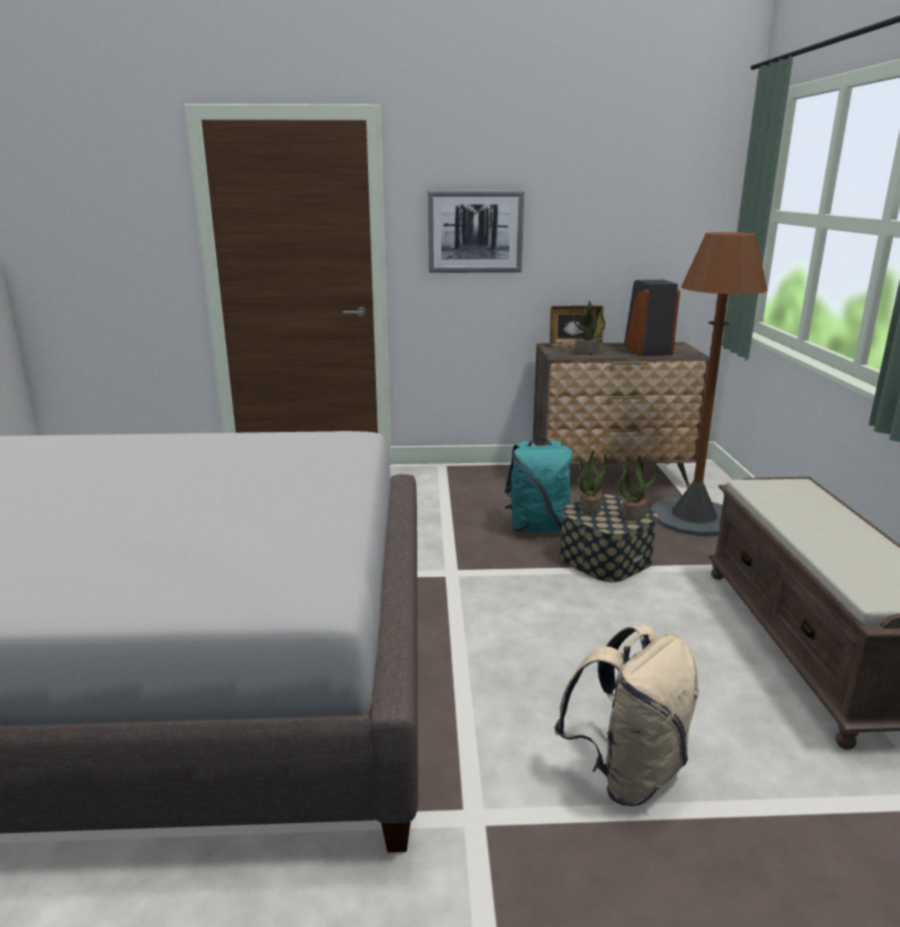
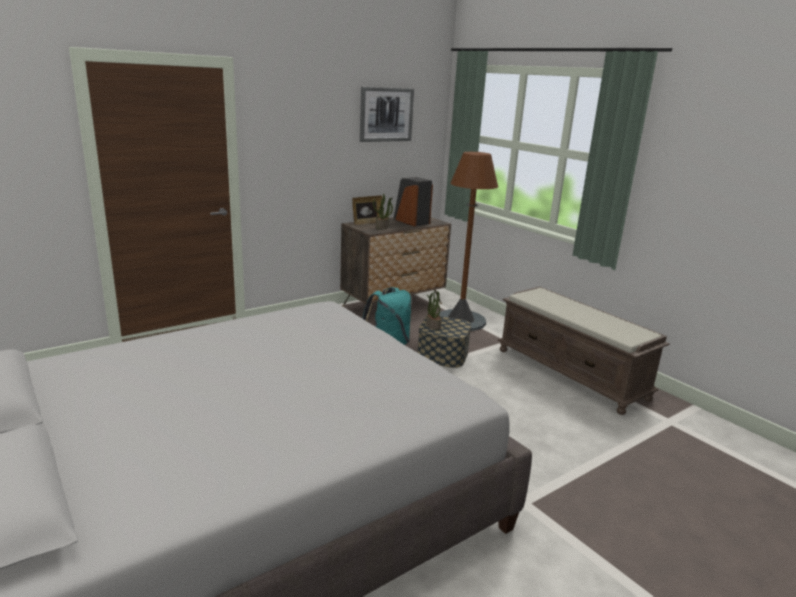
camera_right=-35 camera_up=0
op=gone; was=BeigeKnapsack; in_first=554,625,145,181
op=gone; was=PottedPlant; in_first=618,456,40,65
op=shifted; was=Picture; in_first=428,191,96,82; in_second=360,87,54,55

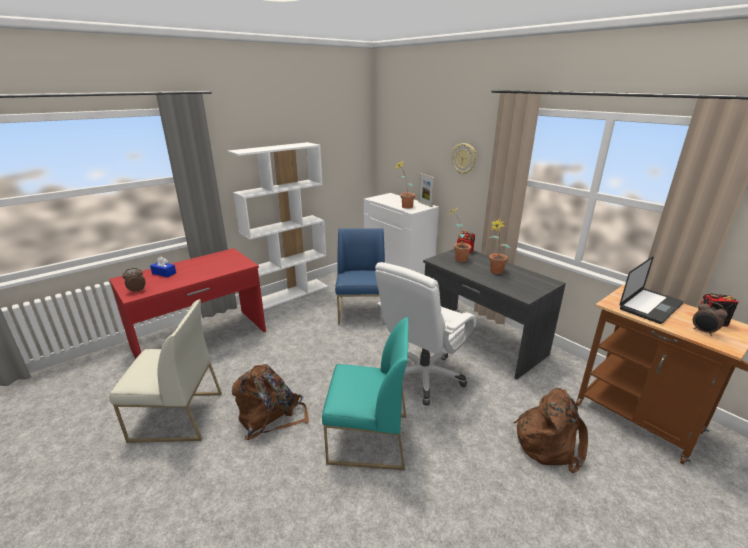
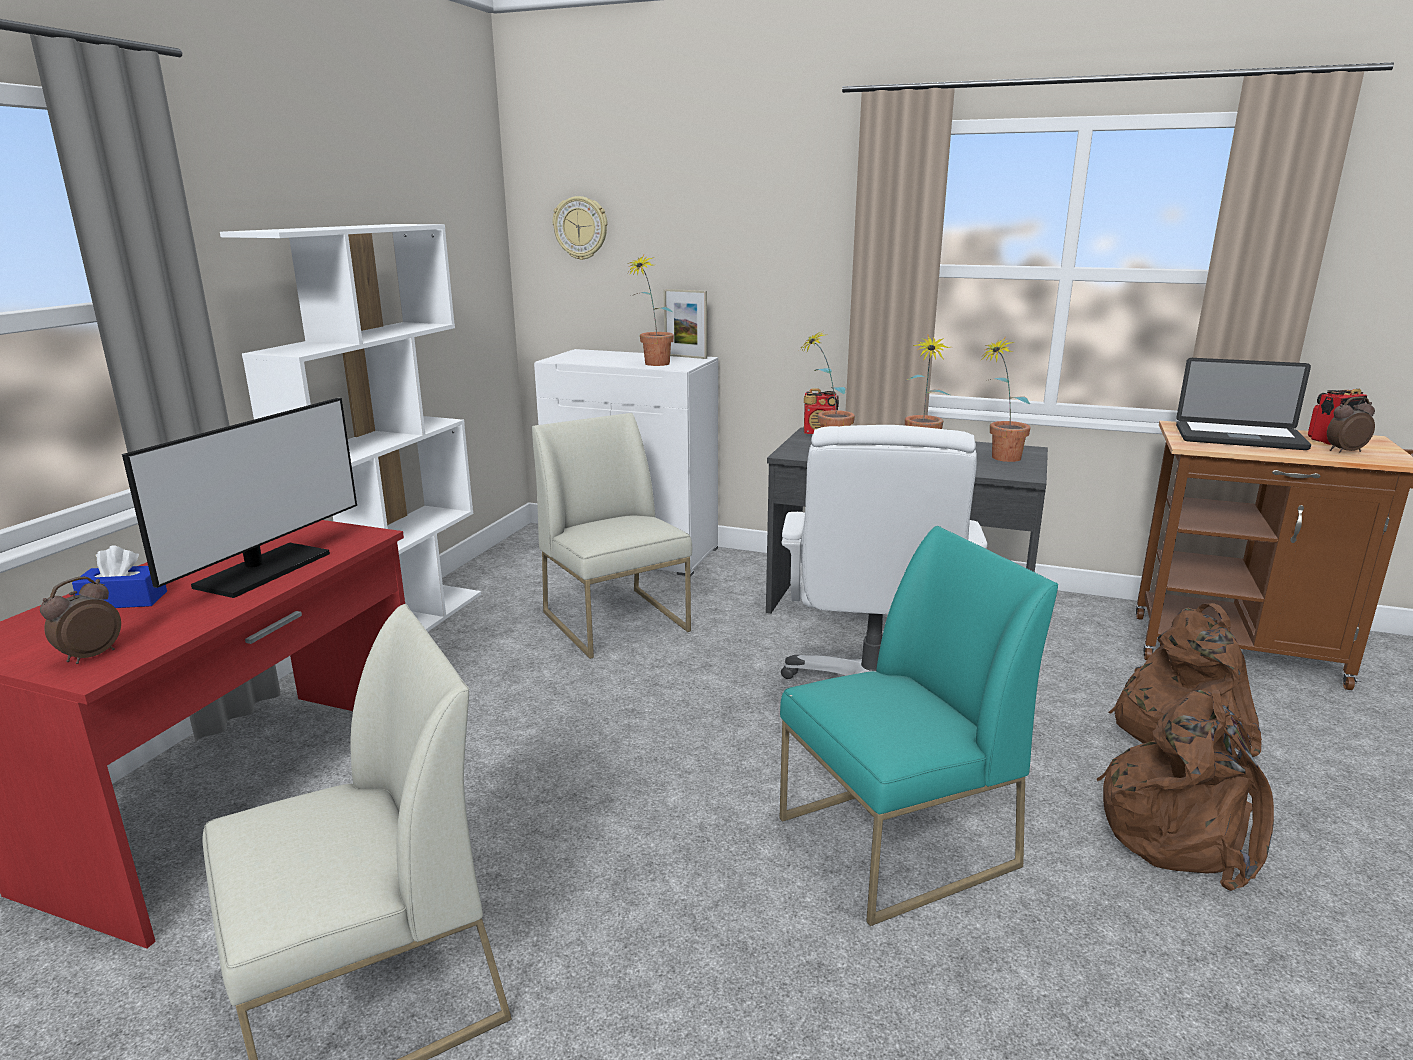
camera_right=-30 camera_up=-5
op=new; now=Monitor; in_second=122,398,235,200
op=new; now=PottedPlant; in_second=980,337,51,125
op=shifted; was=BrownColouredKnapsack; in_first=232,364,77,76; in_second=1097,689,177,202
op=shifted; was=HangingClock; in_first=452,143,24,32; in_second=553,196,54,64
op=repainted; was=BlueColouredUprightChair; now=WhitishUprightChair; in_first=335,228,50,97; in_second=532,413,160,246
op=rotated; was=Laptop; in_first=620,256,64,68; in_second=1176,358,135,92; clockwise=90
op=rotated; was=BedsideClock; in_first=693,301,35,35; in_second=1327,397,48,56; clockwise=150

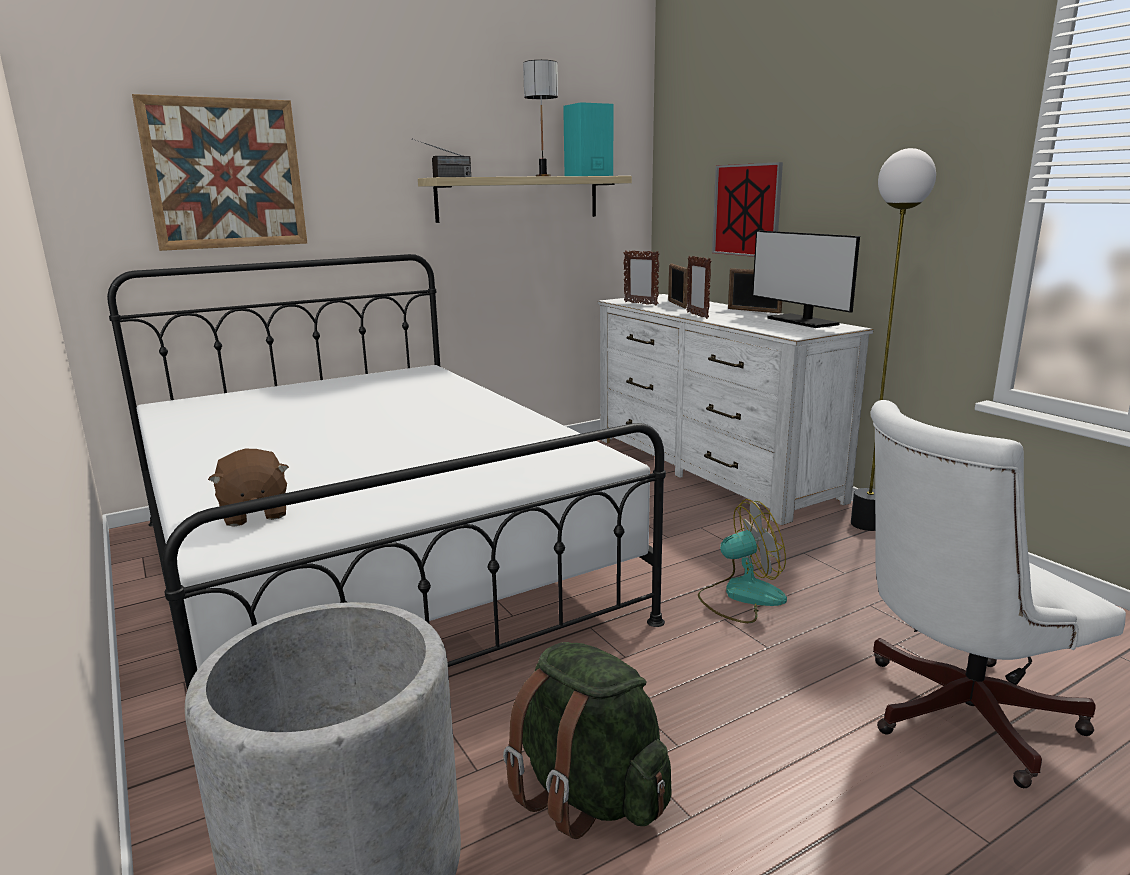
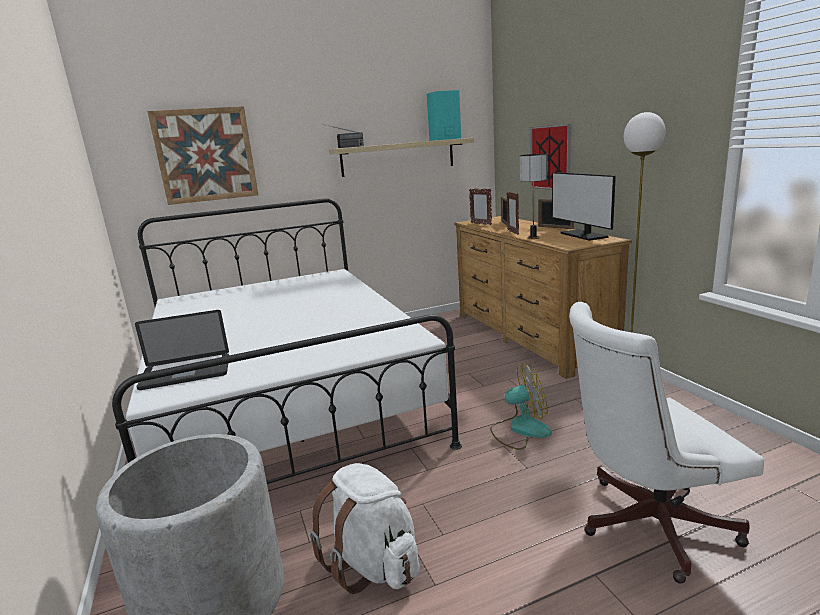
camera_right=10 camera_up=0
op=shifted; was=LampForATable; in_first=523,60,35,117; in_second=520,154,27,85
op=swapped; was=BrownColouredCuddlyToy; now=Laptop; in_first=208,449,81,78; in_second=135,310,94,80
op=repainted; was=GreenishKnapsack; now=WhitishKnapsack; in_first=503,642,169,197; in_second=310,463,110,131
op=repainted; was=WhitishDresser; now=BrownColouredDresser; in_first=598,294,275,231; in_second=454,216,178,163

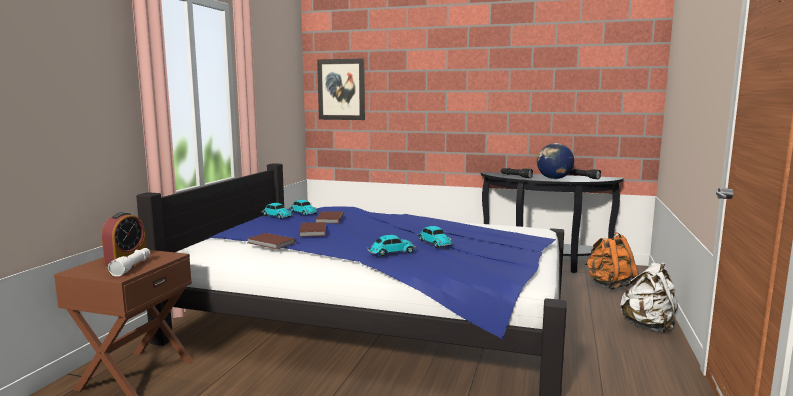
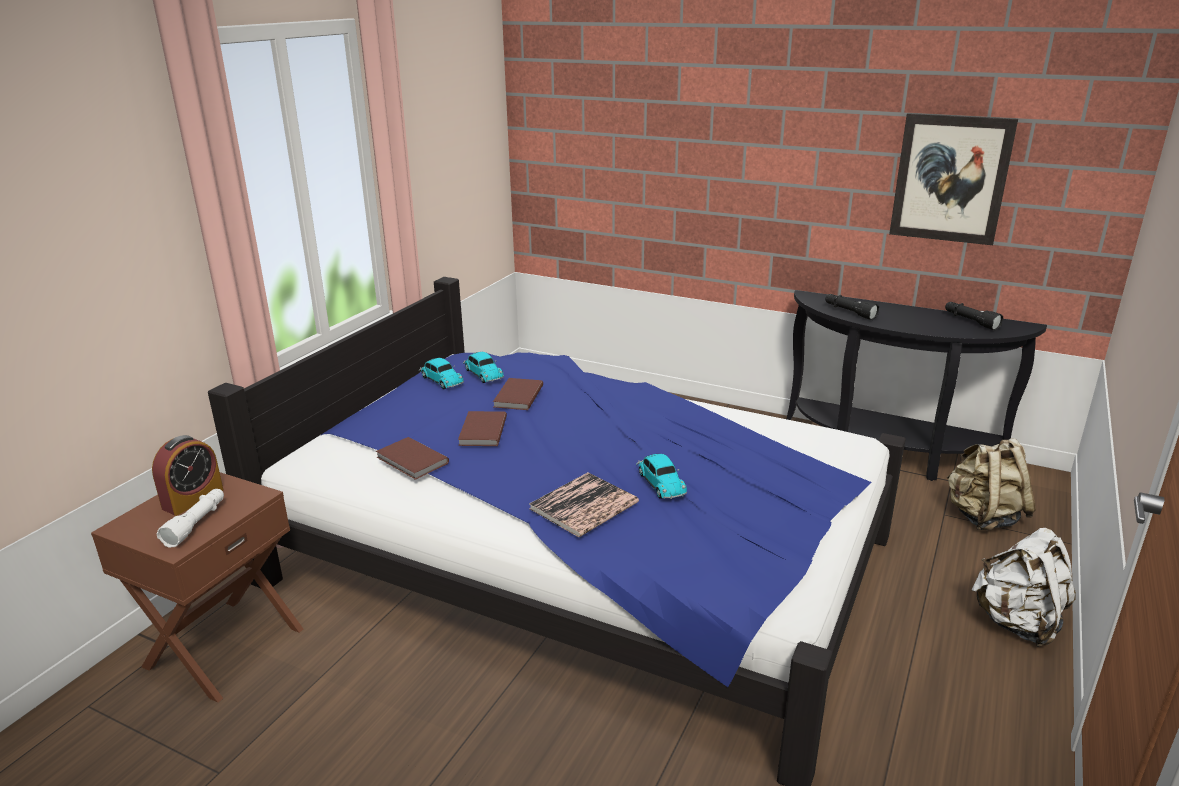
camera_right=10 camera_up=15
op=gone; was=Globe; in_first=537,143,37,36
op=shifted; was=Picture; in_first=317,59,48,61; in_second=889,113,129,132
op=swapped; was=MiniatureCar; now=BoundBook; in_first=367,235,49,21; in_second=529,472,110,65
op=repainted; was=OrangeyKnapsack; now=BeigeKnapsack; in_first=585,232,54,58; in_second=947,438,89,92

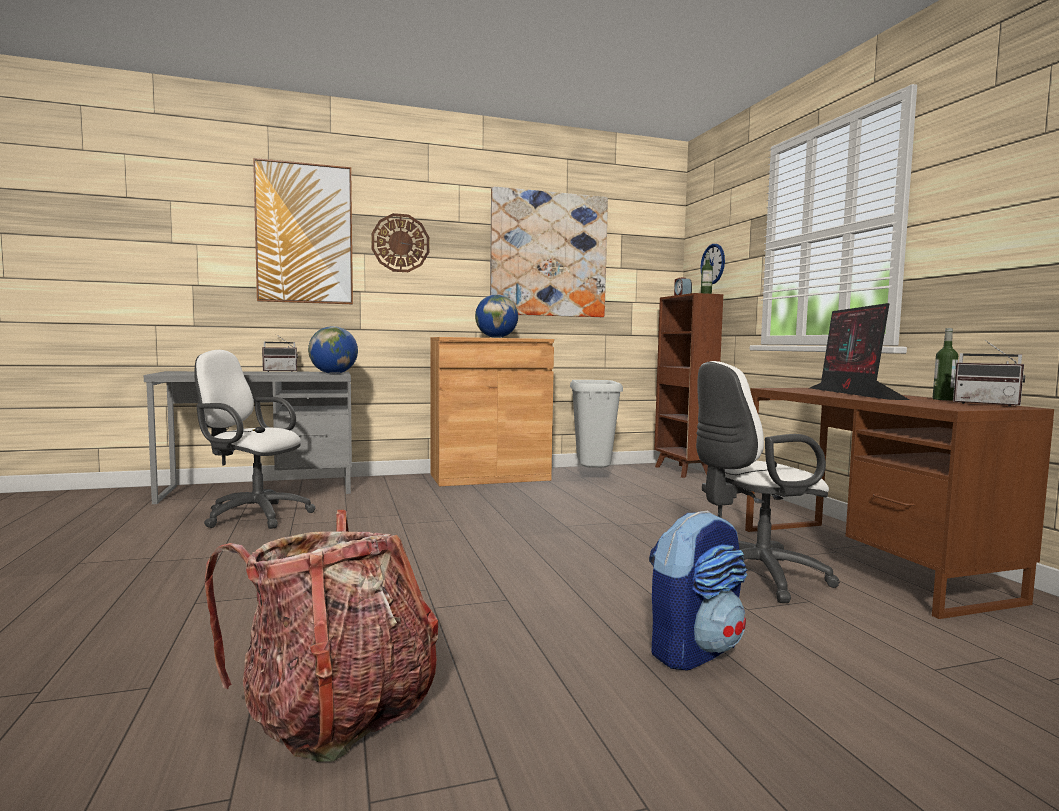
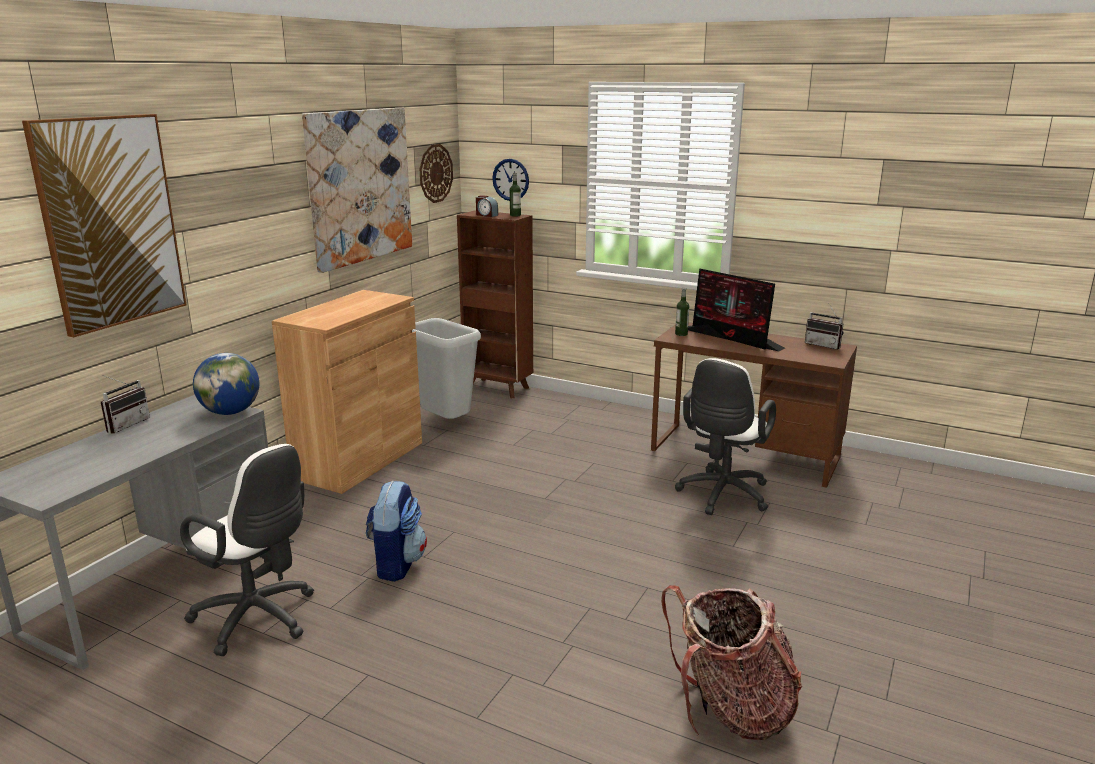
camera_right=-45 camera_up=15
op=gone; was=Globe; in_first=475,294,43,44
op=shifted; was=HangingClock; in_first=371,213,58,59; in_second=419,144,34,59
op=shifted; was=Knapsack; in_first=649,511,98,159; in_second=366,480,61,102
op=shifted; was=Bottle; in_first=933,328,25,72; in_second=675,288,14,48
op=rotated; was=WhitishOfficeChair; in_first=195,350,120,179; in_second=180,444,134,212; clockwise=-120
op=rotated; was=RadioReceiver; in_first=953,340,72,66; in_second=805,303,39,47; clockwise=45

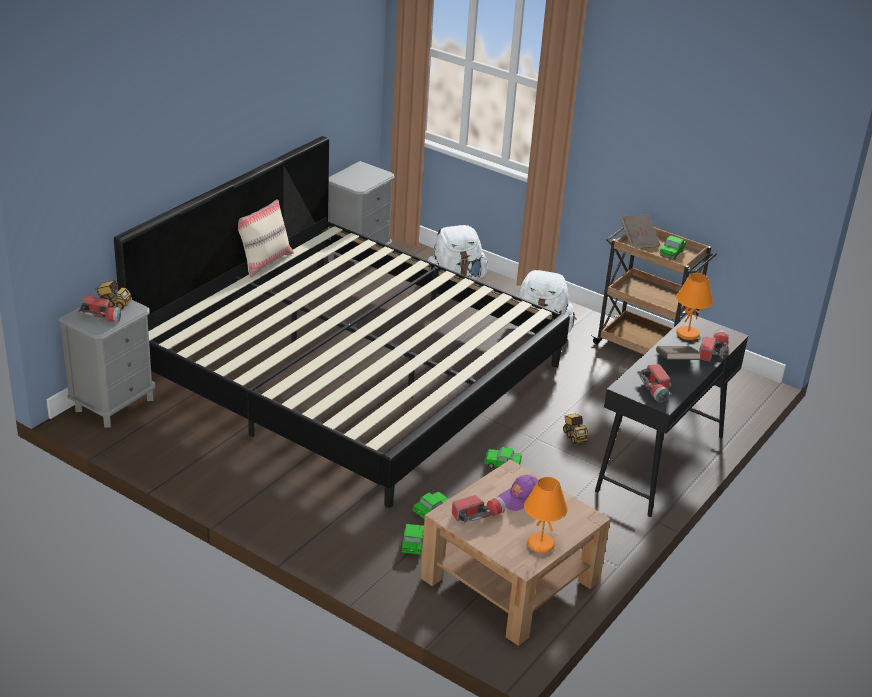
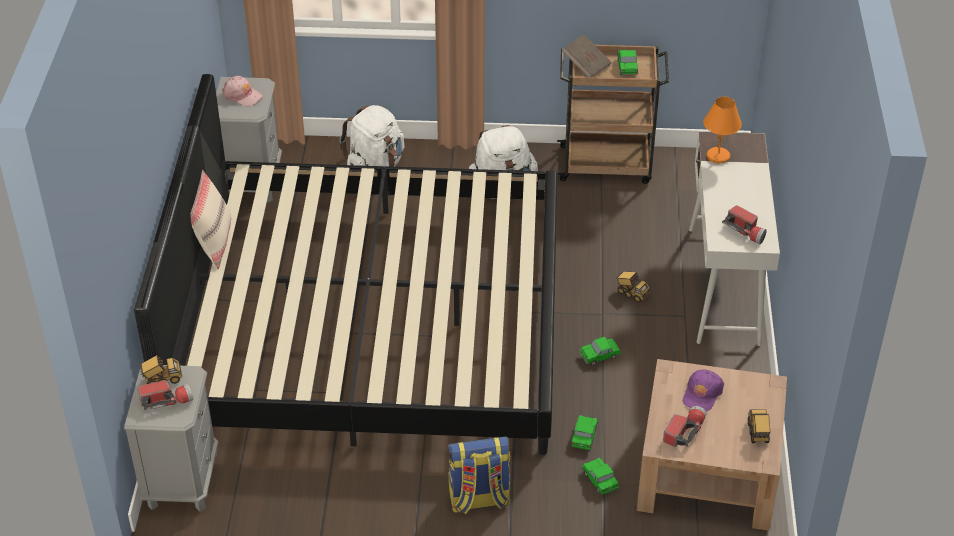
camera_right=-30 camera_up=10
op=gone; was=BrownColouredBoundBook; in_first=656,346,45,14
op=gone; was=HandTorch; in_first=699,330,30,32
op=new; now=PinkishBaseballCap; in_second=222,76,41,31
op=new; now=Knapsack; in_second=448,436,62,78
op=swapped; was=OrangeyLampForATable; now=ModelTruck; in_first=524,477,44,76; in_second=748,409,22,34
op=repainted; was=BlackDeskUnit; now=WhitishDeskUnit; in_first=595,314,153,203; in_second=689,132,91,214

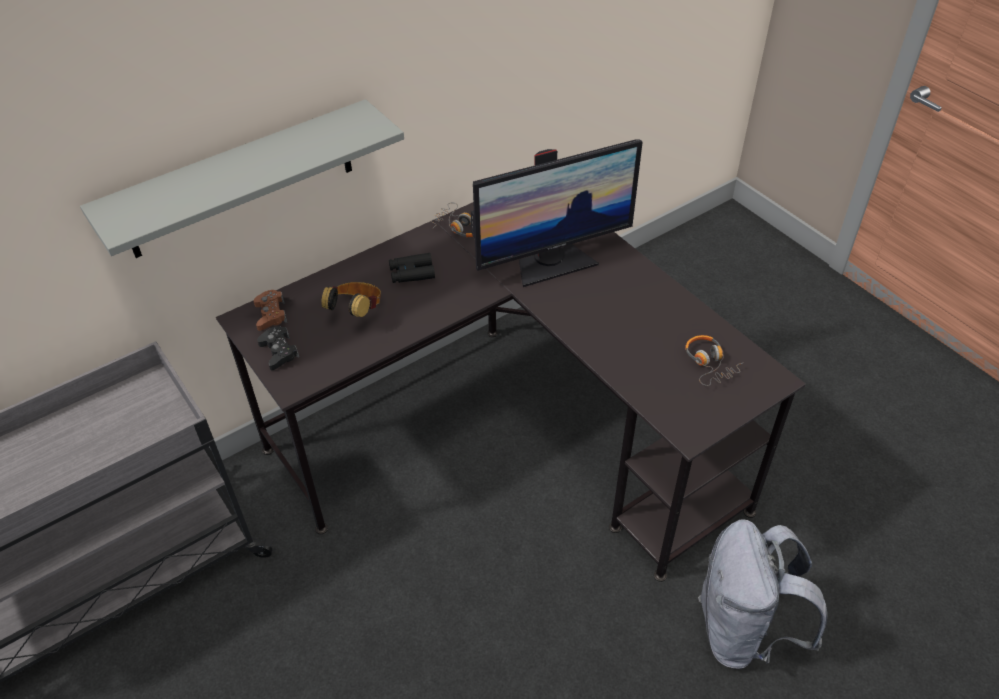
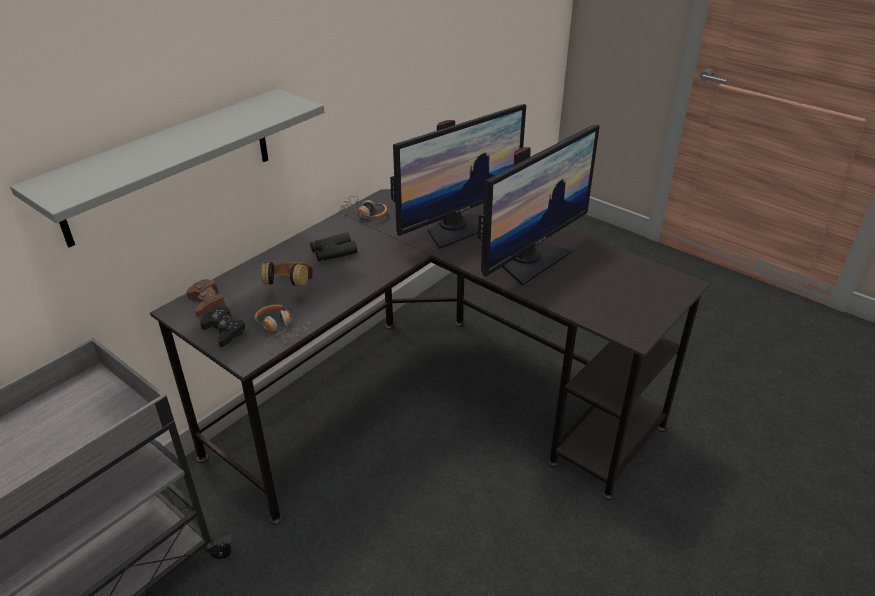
camera_right=-15 camera_up=-10
op=gone; was=GreyKnapsack; in_first=698,519,129,150
op=new; now=Monitor; in_second=478,125,122,161
op=shifted; was=Headset; in_first=685,335,58,51; in_second=254,304,56,43

